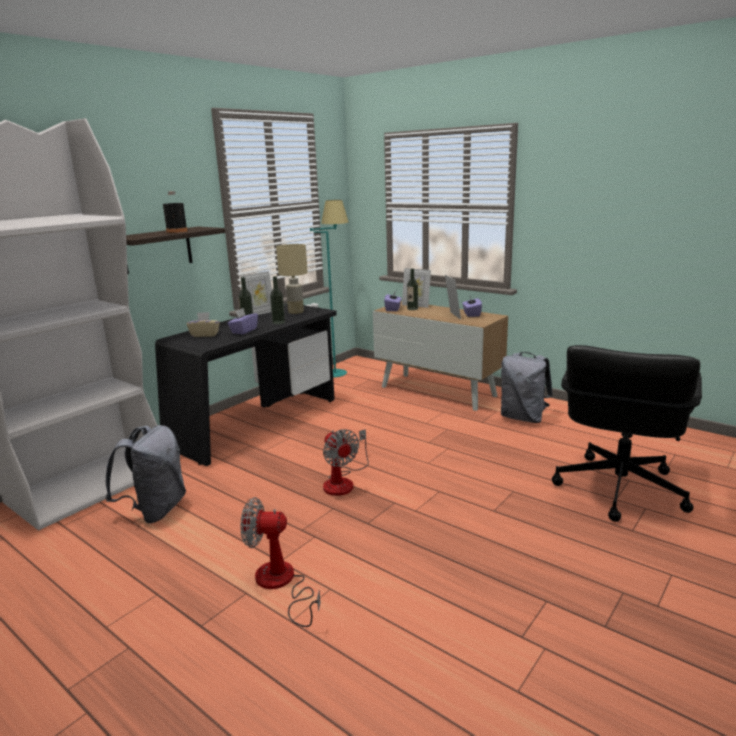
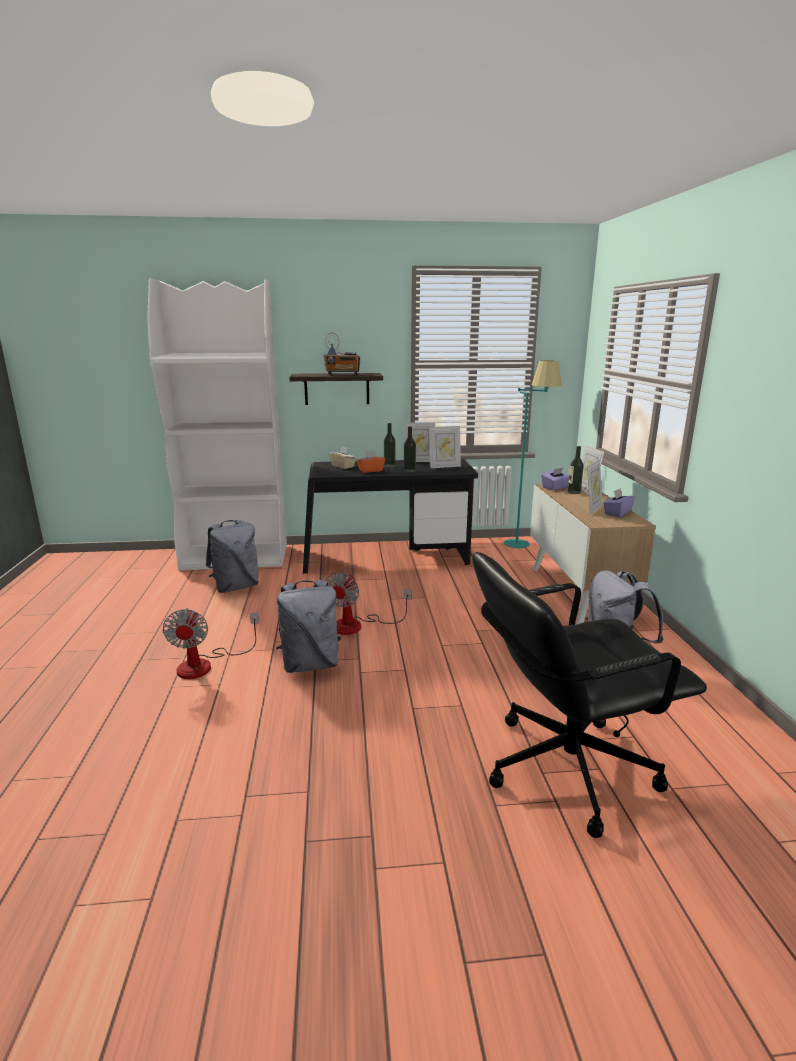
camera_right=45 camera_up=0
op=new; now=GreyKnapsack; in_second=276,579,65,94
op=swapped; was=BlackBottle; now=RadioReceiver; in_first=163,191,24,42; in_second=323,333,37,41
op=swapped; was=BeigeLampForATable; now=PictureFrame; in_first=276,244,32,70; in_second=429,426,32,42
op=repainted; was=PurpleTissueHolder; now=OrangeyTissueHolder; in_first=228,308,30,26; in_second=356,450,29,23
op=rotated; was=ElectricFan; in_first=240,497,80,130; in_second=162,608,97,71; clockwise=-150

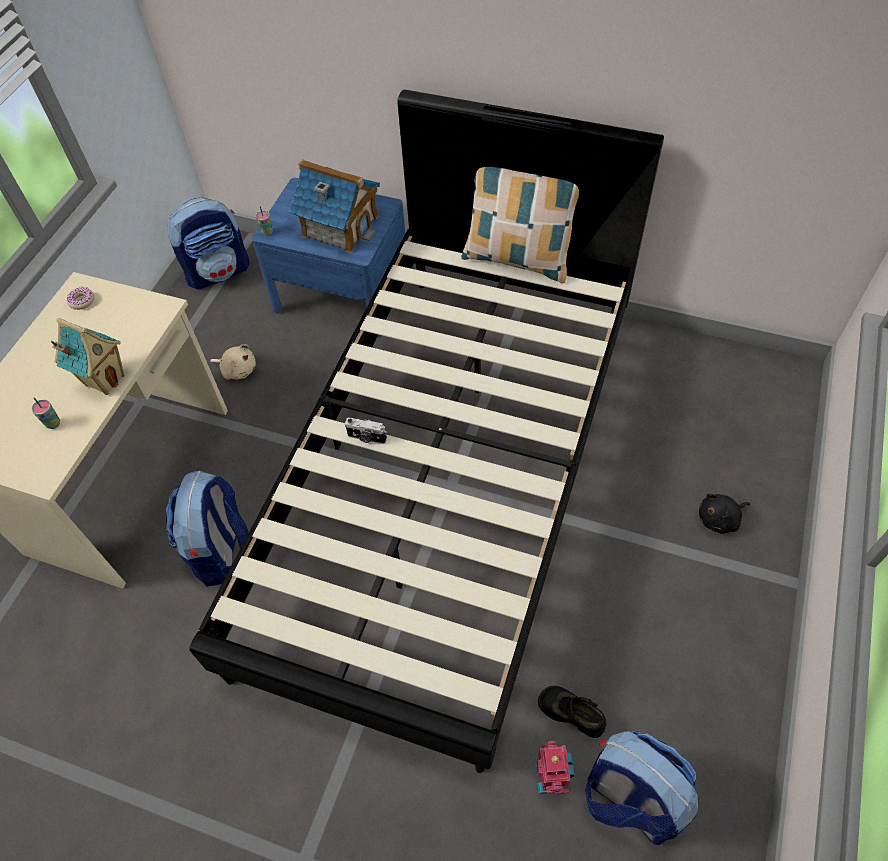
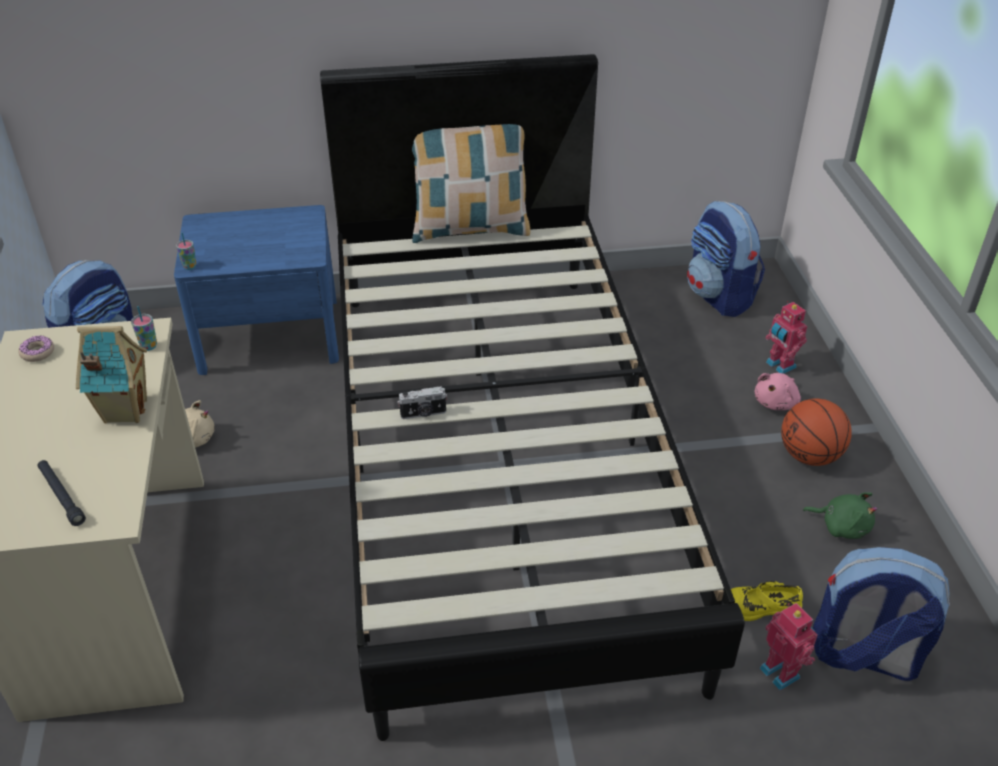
camera_right=-30 camera_up=-15
op=gone; was=ToyHouse; in_first=289,159,91,94
op=new; now=BlackHandTorch; in_second=37,460,49,66
op=new; now=RobotFigure; in_second=765,301,42,73
op=new; now=BasketballBall; in_second=781,398,71,68
op=new; now=GreenishCuddlyToy; in_second=803,492,75,47
op=shifted; was=SmallCup; in_first=31,397,29,32; in_second=131,306,26,45
op=shifted; was=Knapsack; in_first=166,471,83,115; in_second=687,201,78,116
op=repainted; was=BlackLowShoe; now=YellowishLowShoe; in_first=538,686,68,52; in_second=731,581,72,40
op=repainted; was=BlackCuddlyToy; now=PinkishCuddlyToy; in_first=699,494,51,39; in_second=754,373,47,37

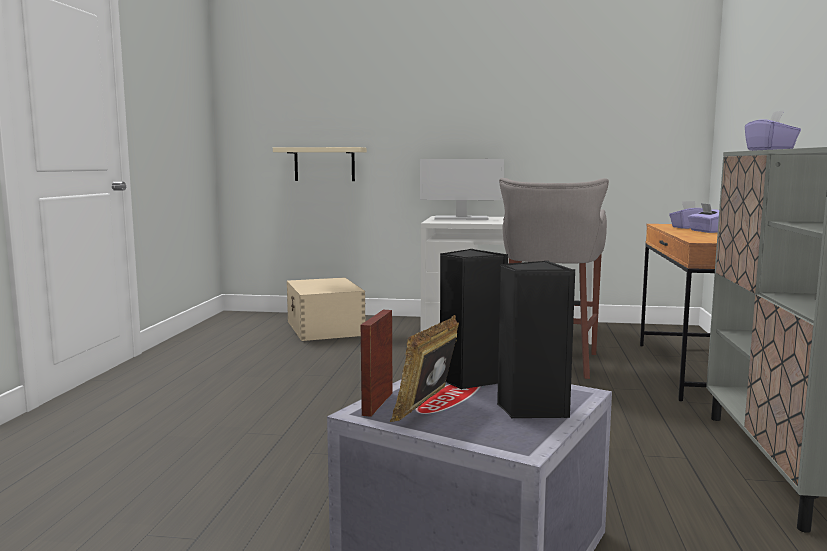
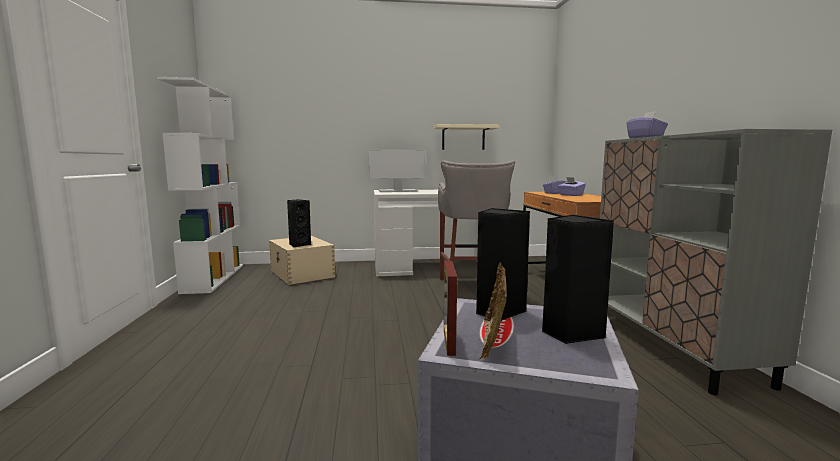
camera_right=-15 camera_up=0
op=new; now=WhitishShelvingUnit; in_second=157,77,86,217
op=new; now=BlackAudioSpeaker; in_second=287,199,24,48
op=shifted; was=BeigeBracketShelf; in_first=273,147,94,34; in_second=434,124,65,26

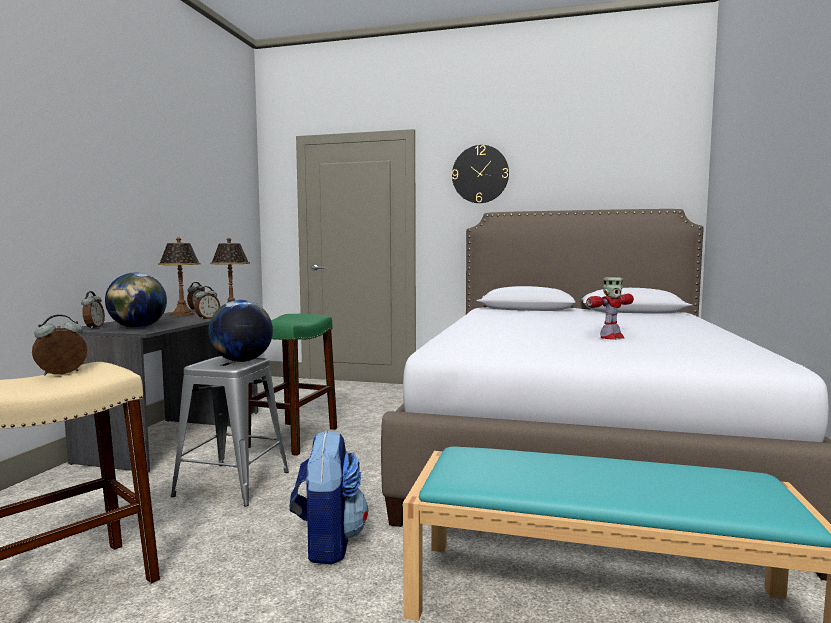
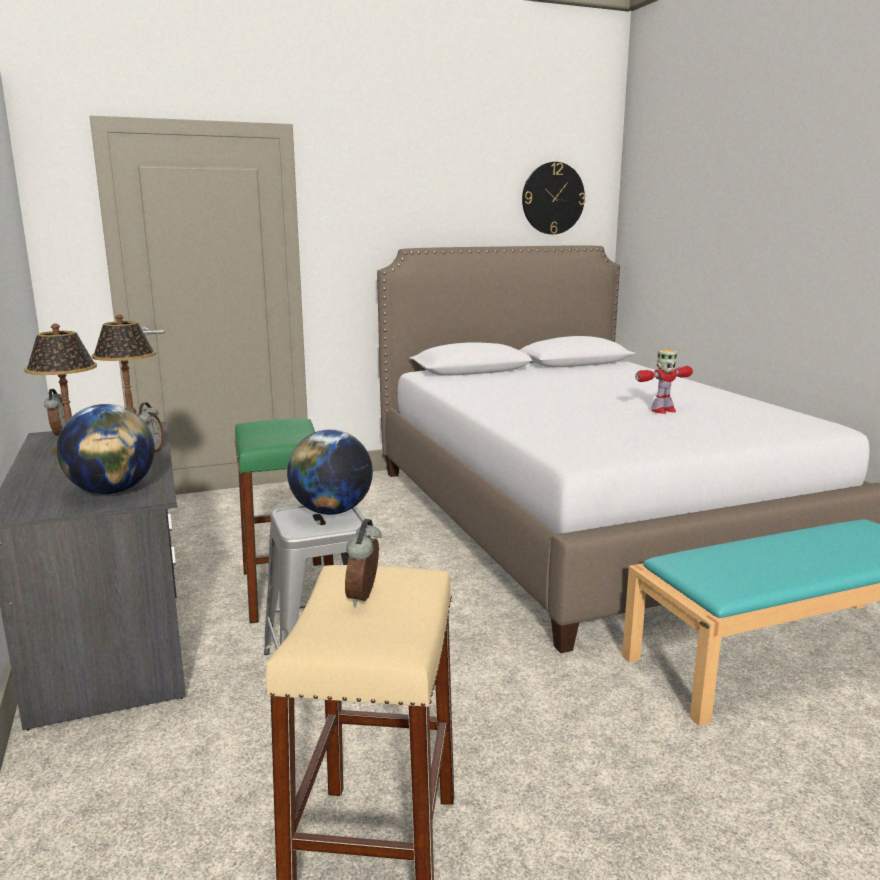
camera_right=-35 camera_up=10
op=gone; was=BedsideClock; in_first=81,291,24,38
op=gone; was=Knapsack; in_first=290,430,78,134
op=shifted; was=HangingClock; in_first=452,145,57,58; in_second=522,162,63,72
op=rotated; was=RobotFigure; in_first=586,277,48,63; in_second=635,350,58,64; clockwise=45

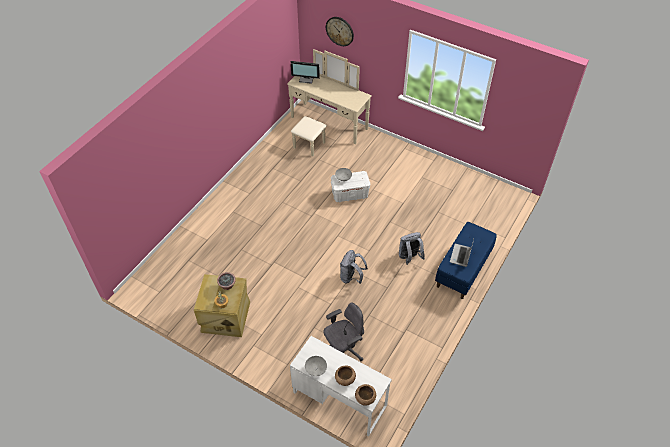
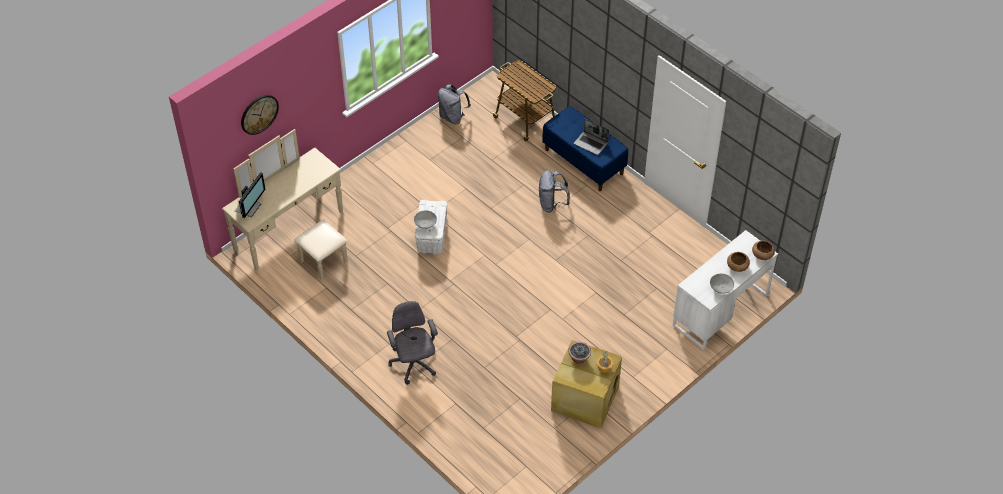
camera_right=-75 camera_up=0
op=new; now=Trolley; in_second=492,60,64,81
op=shifted; was=GreyOfficeChair; in_first=323,303,41,58; in_second=387,301,51,84
op=shifted; was=GreyKnapsack; in_first=340,250,28,34; in_second=438,84,33,40

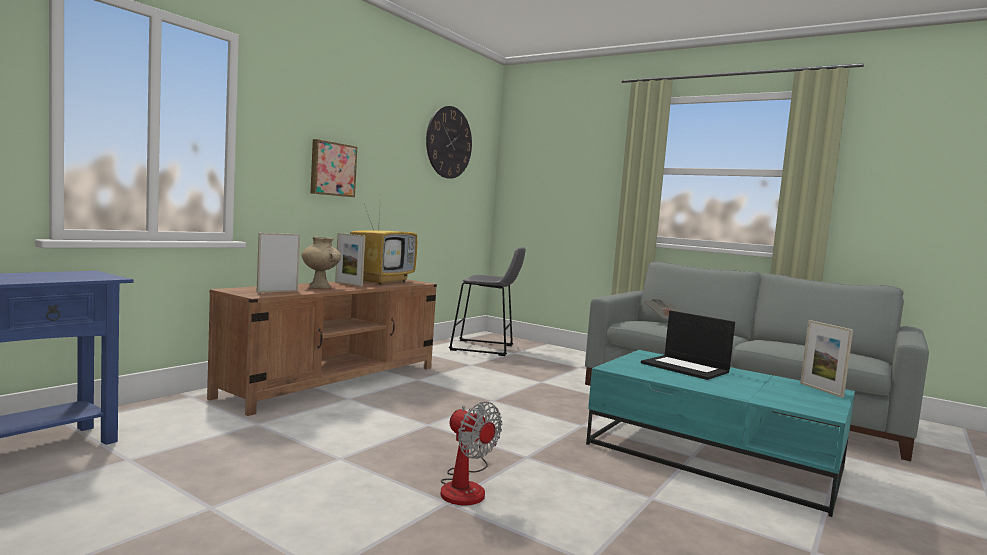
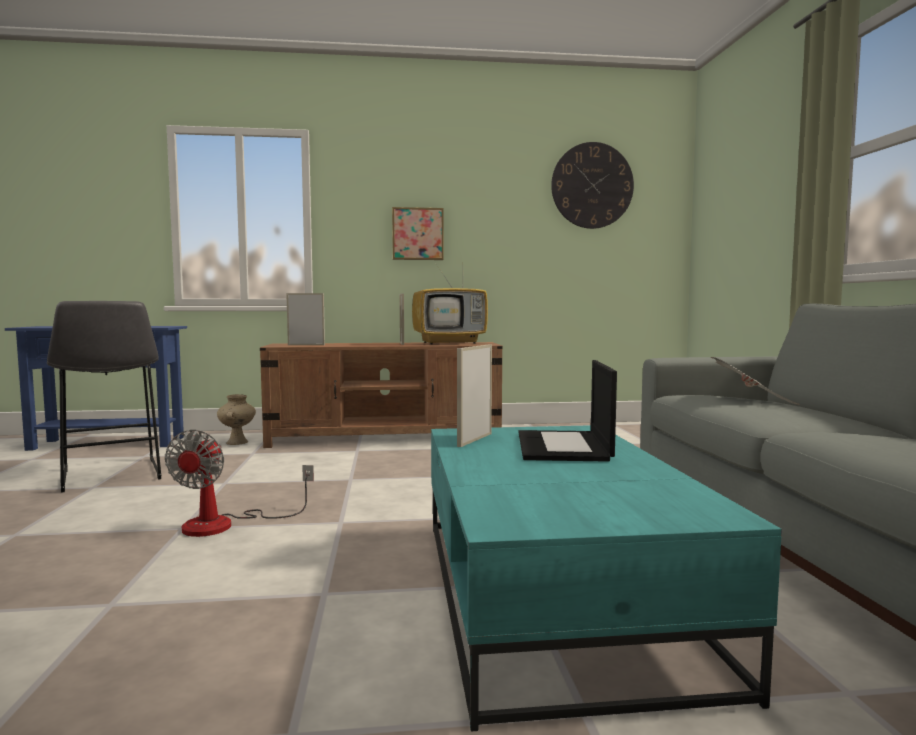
camera_right=50 camera_up=0
op=shifted; was=BeigeVase; in_first=302,237,39,52; in_second=217,394,39,51
op=shifted; was=GreyStoolSeat; in_first=449,247,77,109; in_second=47,301,114,192
op=shifted; was=PictureFrame; in_first=800,320,53,78; in_second=457,345,35,102

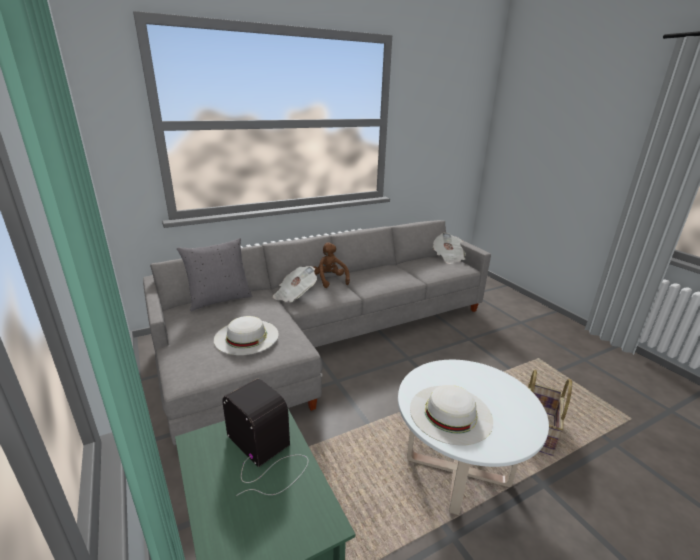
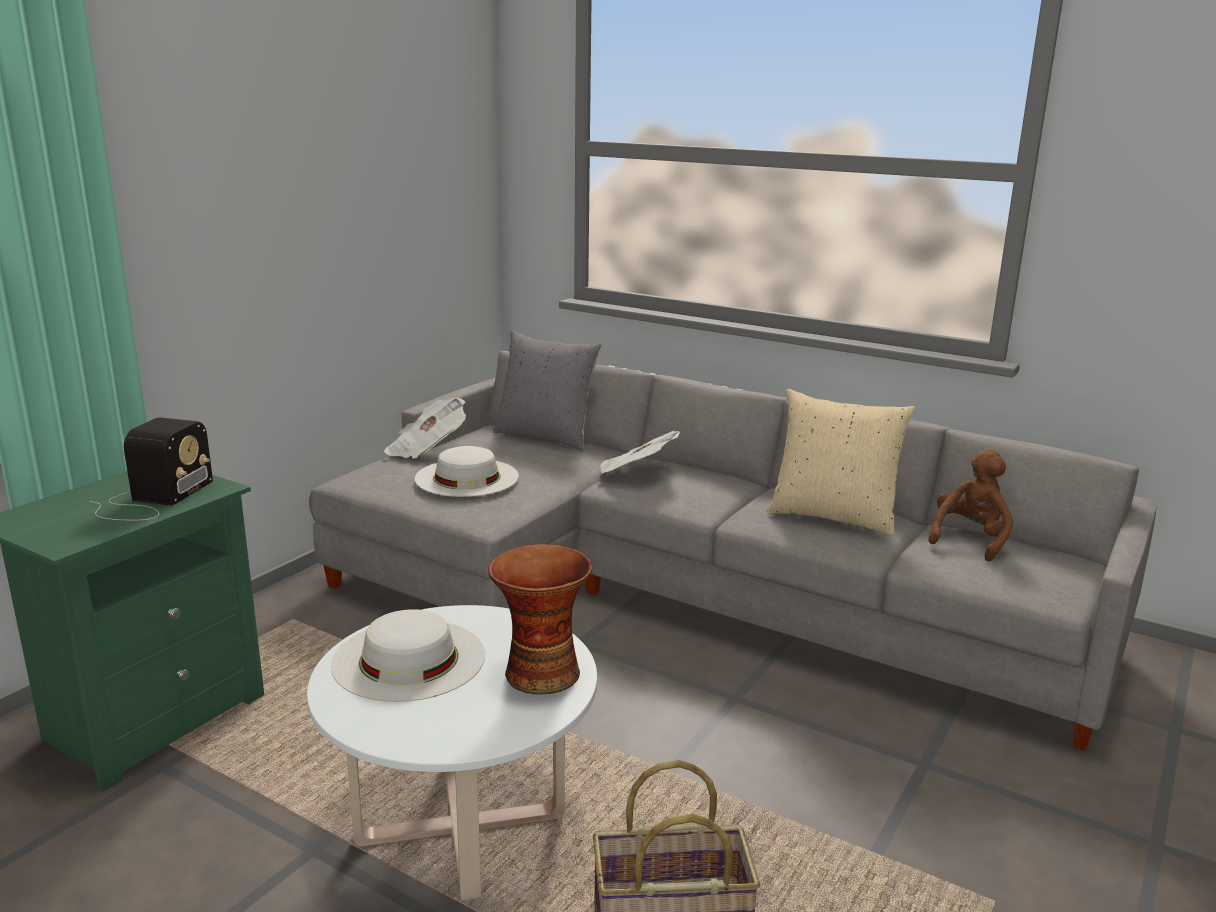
camera_right=60 camera_up=-5
op=new; now=Vase; in_second=488,544,104,151
op=new; now=BeigeThrowPillow; in_second=767,389,148,147
op=shifted; was=BrownColouredCuddlyToy; in_first=314,242,36,46; in_second=928,449,85,113
op=shifted; was=DailyPaper; in_first=433,233,33,31; in_second=384,398,82,61

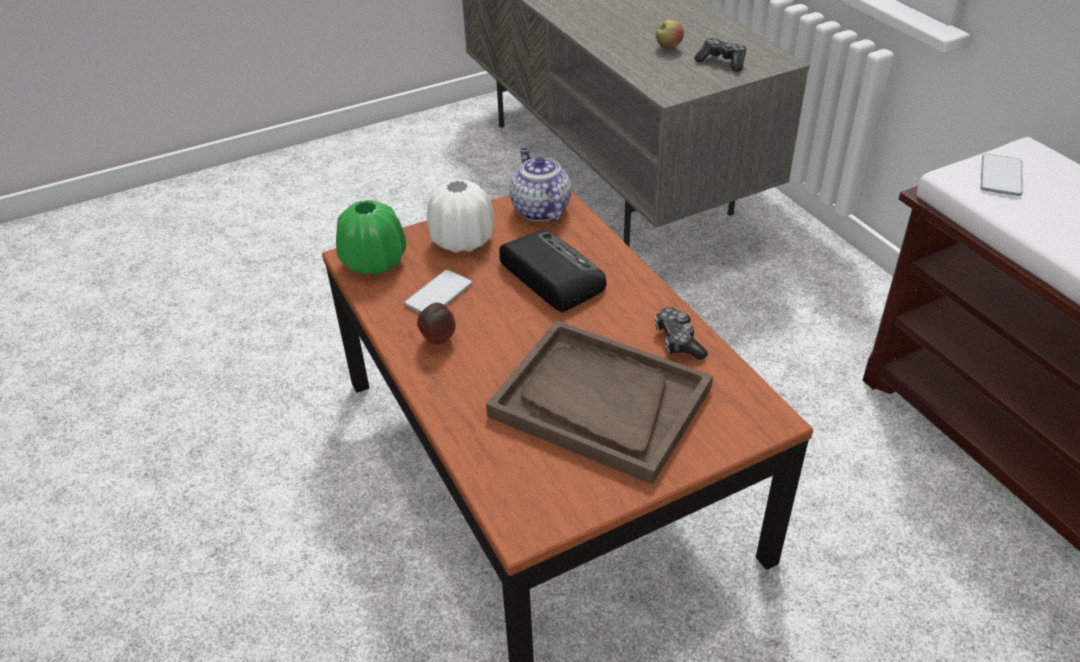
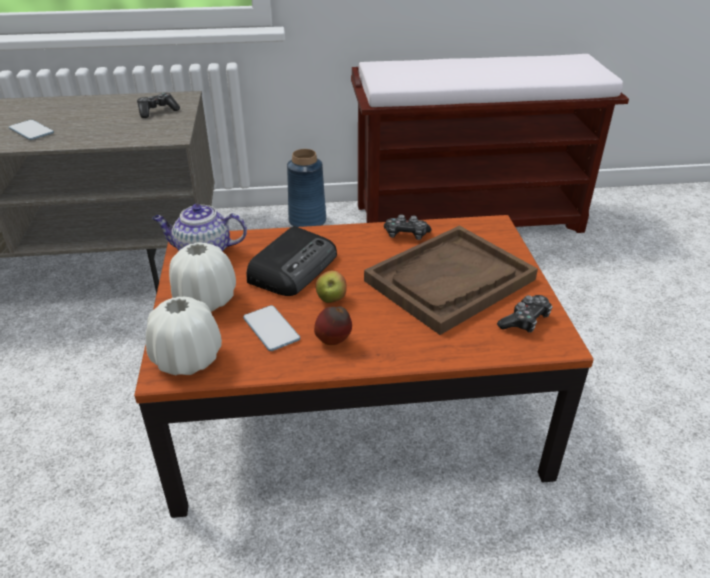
camera_right=-70 camera_up=-5
op=new; now=BlueColouredVase; in_second=287,149,39,78
op=new; now=GameController; in_second=497,295,56,38
op=shifted; was=AppleFruit; in_first=656,20,28,29; in_second=315,271,32,32
op=shifted; was=Telephone; in_first=981,154,42,42; in_second=9,120,45,20
op=repainted; was=GreenishVase; now=WhitishVase; in_first=336,200,70,75; in_second=146,297,76,78
op=rotated; was=RadioReceiver; in_first=499,230,108,82; in_second=246,226,91,70; clockwise=135

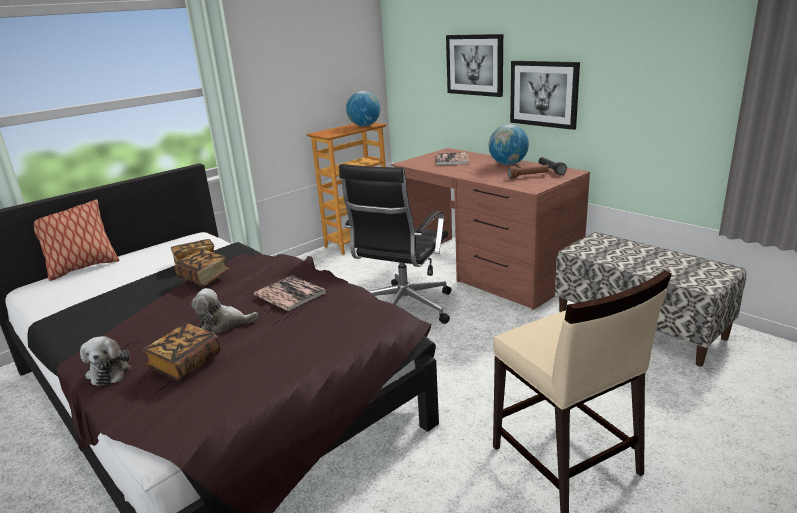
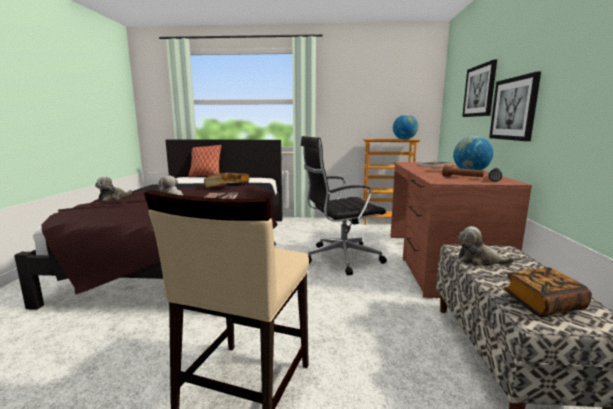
camera_right=45 camera_up=-10
op=new; now=CuddlyToy; in_second=457,226,58,40
op=shifted; was=BoundBook; in_first=142,323,78,58; in_second=504,267,88,50

